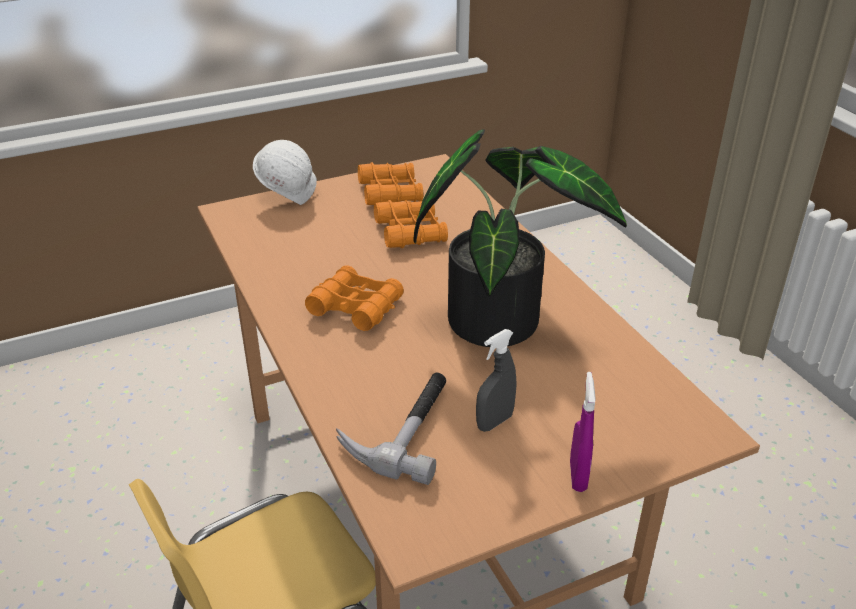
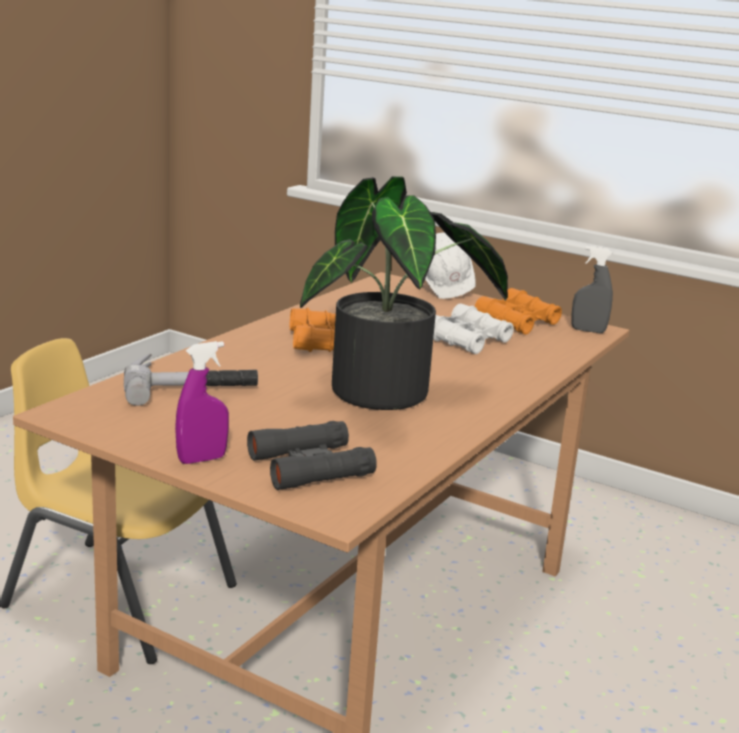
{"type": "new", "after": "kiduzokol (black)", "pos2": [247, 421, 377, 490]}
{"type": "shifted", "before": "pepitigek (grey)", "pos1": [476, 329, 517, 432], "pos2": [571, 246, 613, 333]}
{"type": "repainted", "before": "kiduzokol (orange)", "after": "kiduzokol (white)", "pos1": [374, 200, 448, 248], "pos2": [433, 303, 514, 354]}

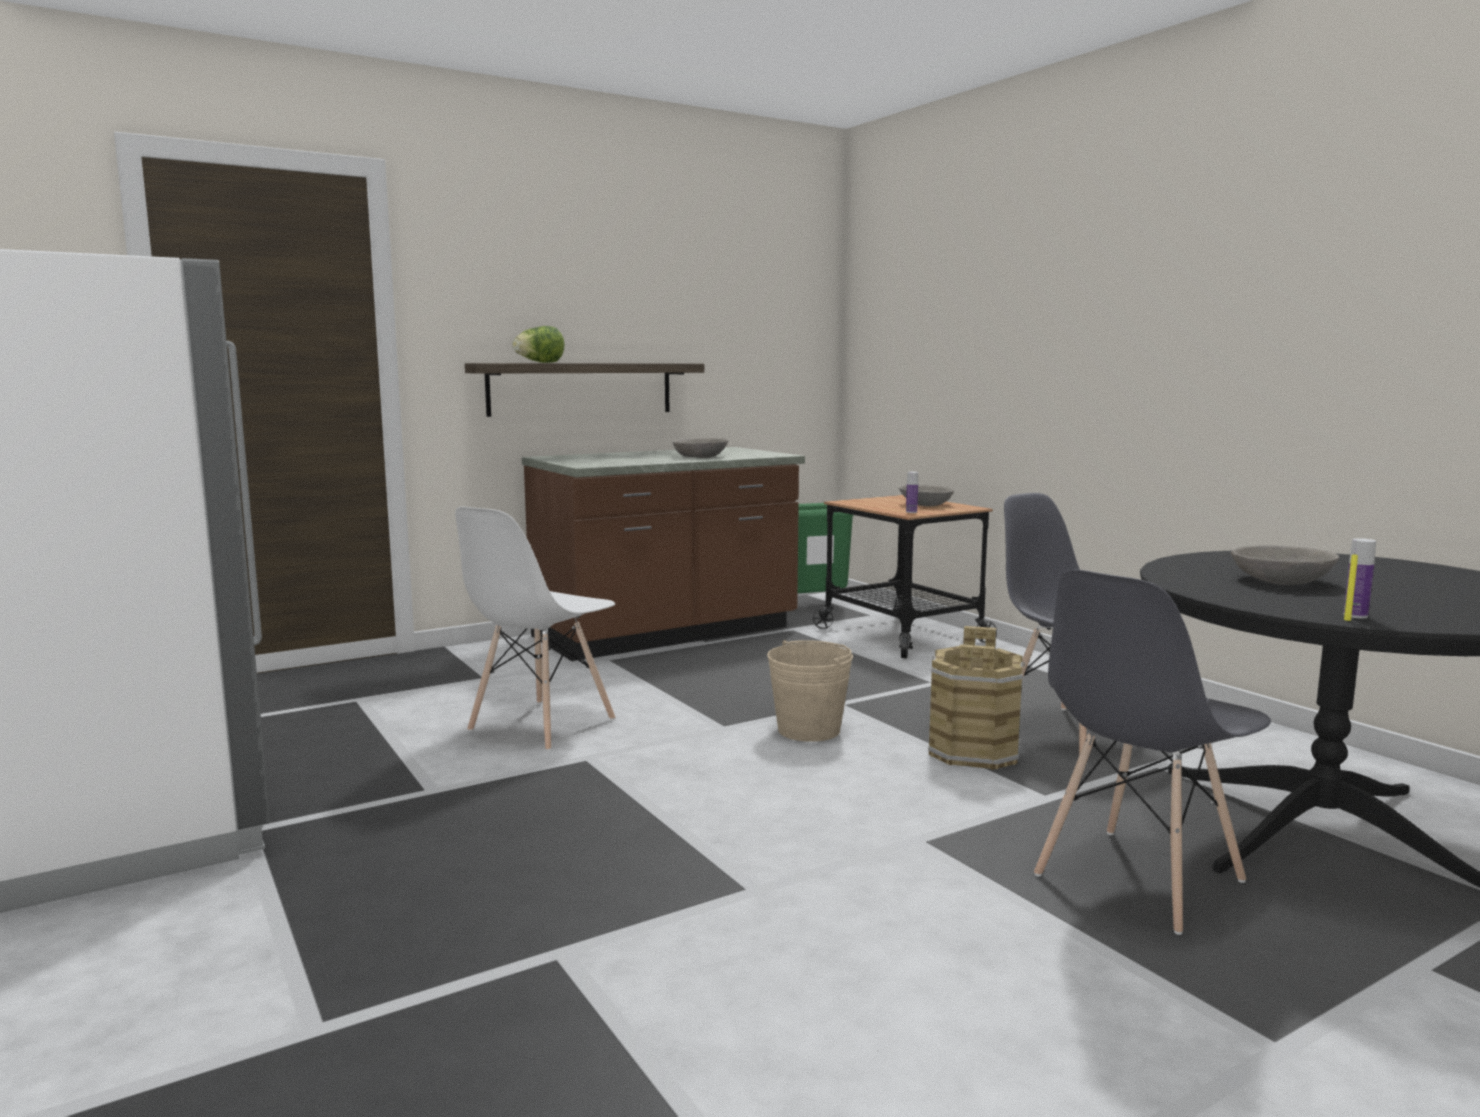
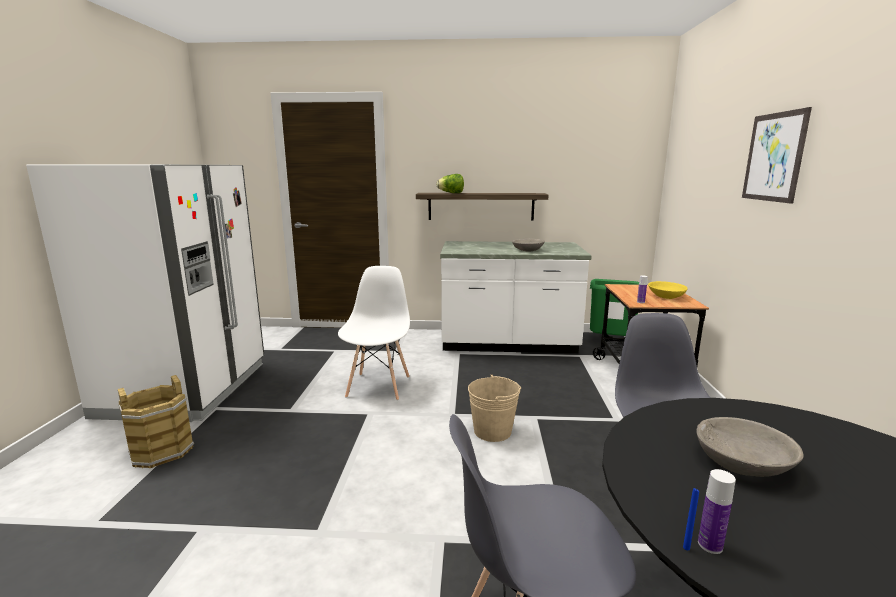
{"type": "new", "after": "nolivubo", "pos2": [742, 107, 812, 204]}
{"type": "shifted", "before": "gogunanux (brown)", "pos1": [928, 626, 1025, 770], "pos2": [118, 375, 194, 468]}
{"type": "repainted", "before": "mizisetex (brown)", "after": "mizisetex (white)", "pos1": [522, 447, 805, 661], "pos2": [440, 241, 592, 353]}
{"type": "repainted", "before": "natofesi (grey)", "after": "natofesi (yellow)", "pos1": [899, 485, 954, 506], "pos2": [648, 281, 688, 299]}
{"type": "repainted", "before": "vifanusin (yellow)", "after": "vifanusin (blue)", "pos1": [1344, 554, 1358, 621], "pos2": [683, 488, 699, 550]}
{"type": "rotated", "before": "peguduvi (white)", "pos1": [455, 507, 615, 751], "pos2": [338, 266, 410, 401], "turn": 120}

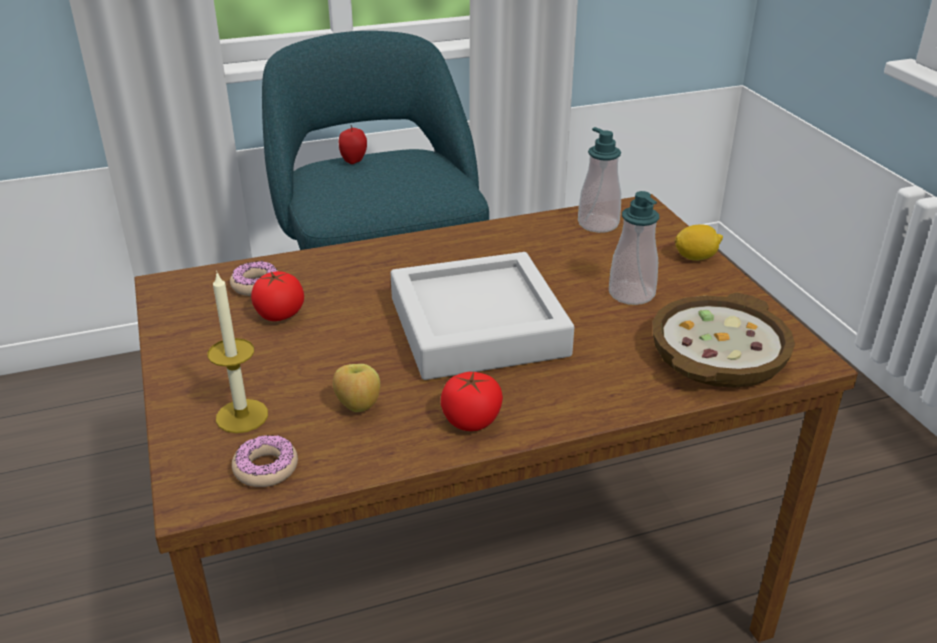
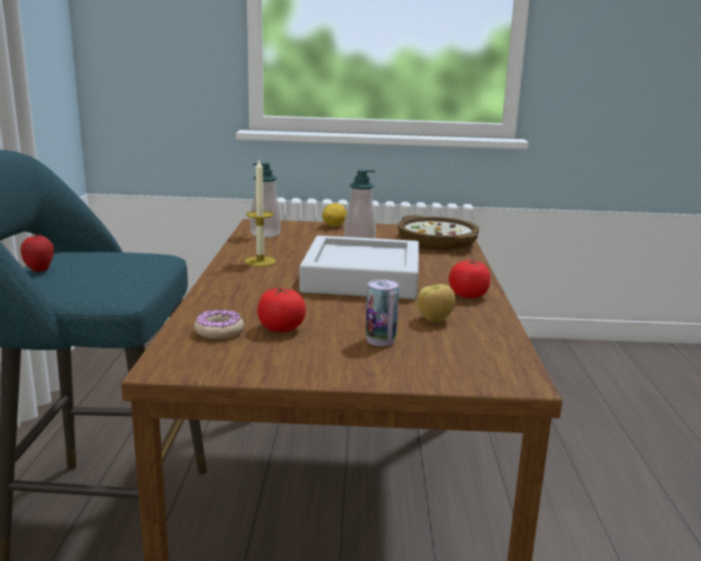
{"type": "gone", "before": "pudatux", "pos1": [232, 435, 298, 487]}
{"type": "new", "after": "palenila", "pos2": [365, 279, 399, 346]}
{"type": "shifted", "before": "vifanusin", "pos1": [207, 271, 268, 433], "pos2": [245, 160, 276, 267]}

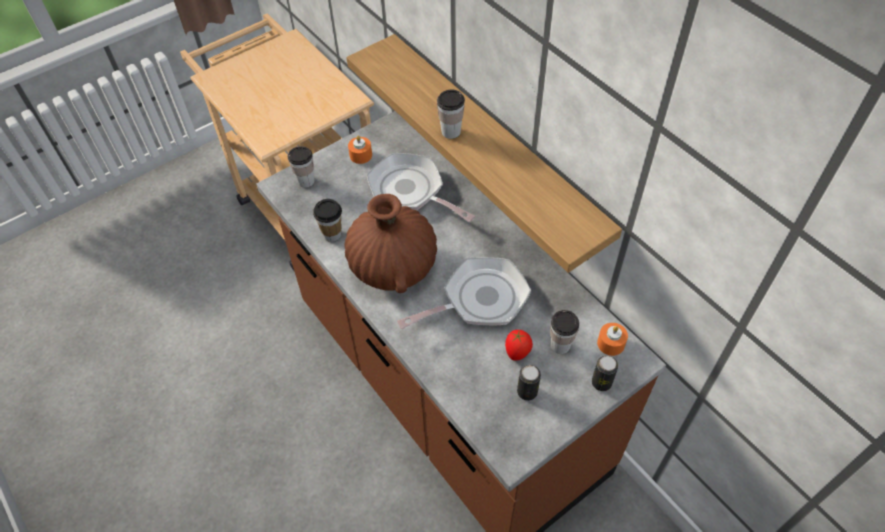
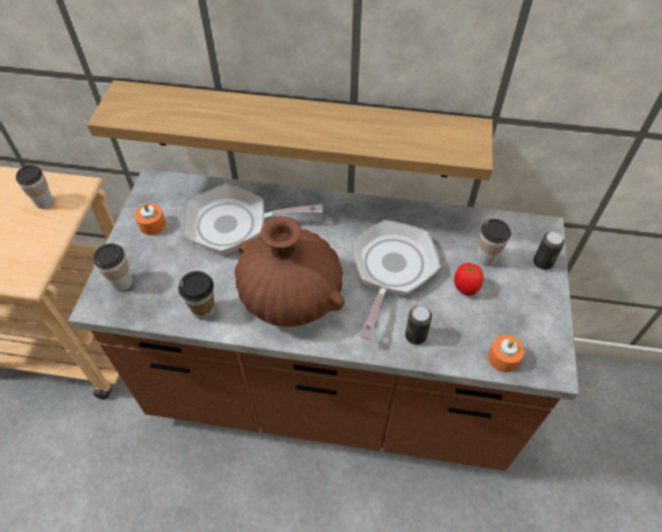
{"type": "shifted", "before": "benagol", "pos1": [437, 90, 465, 139], "pos2": [16, 165, 53, 209]}
{"type": "shifted", "before": "palenila", "pos1": [517, 365, 541, 401], "pos2": [405, 306, 432, 345]}
{"type": "shifted", "before": "vifanusin (orange)", "pos1": [597, 323, 628, 356], "pos2": [488, 335, 524, 372]}

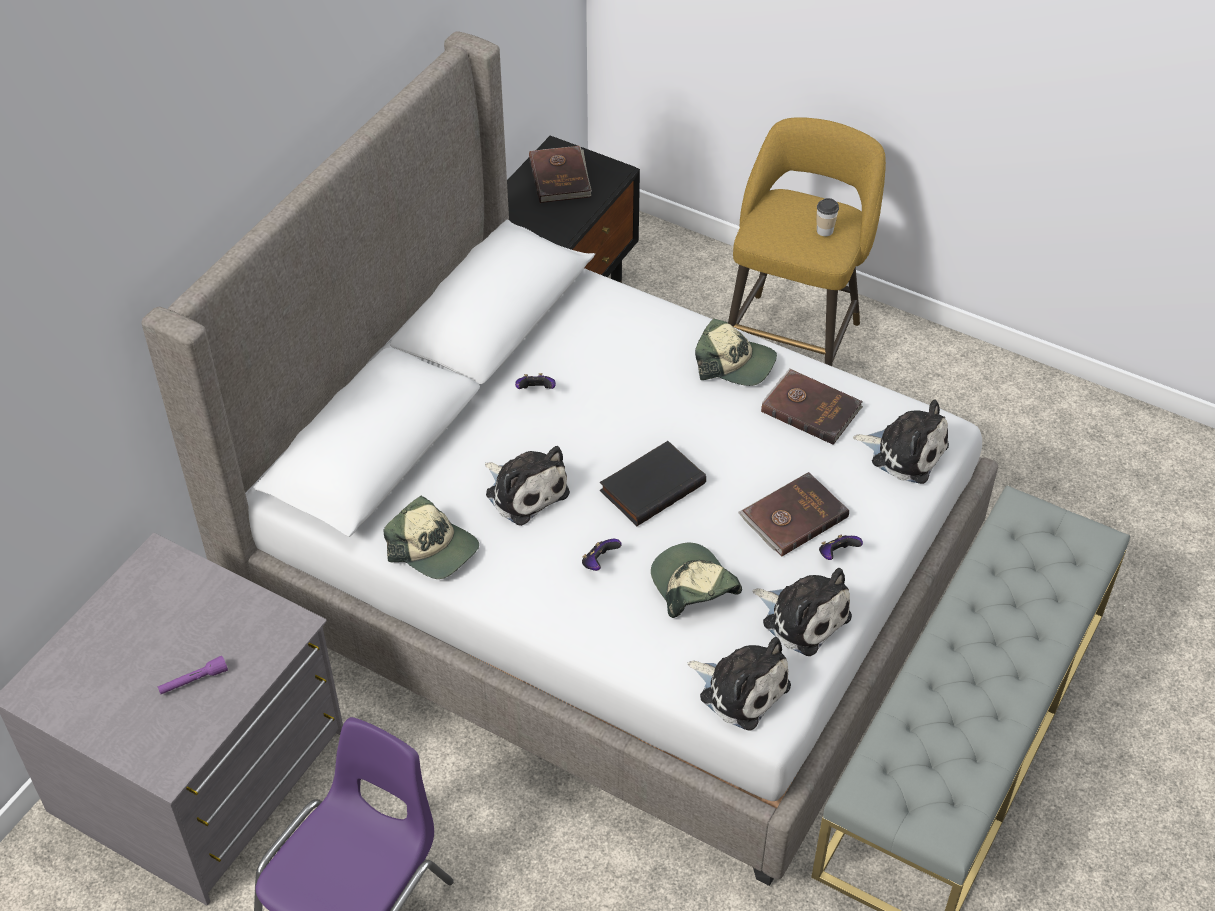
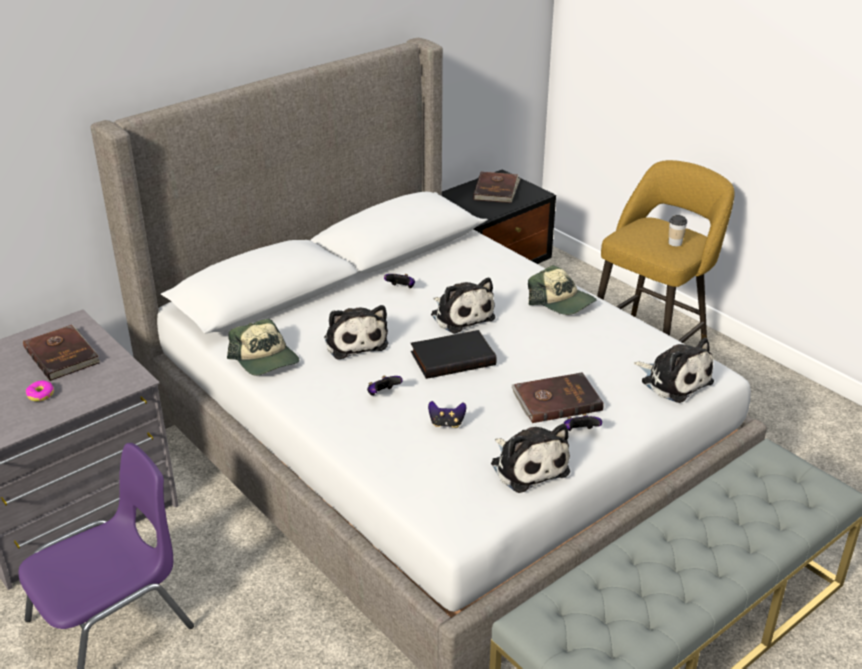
{"type": "shifted", "before": "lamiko", "pos1": [687, 637, 791, 731], "pos2": [431, 278, 495, 334]}
{"type": "shifted", "before": "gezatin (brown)", "pos1": [761, 368, 863, 445], "pos2": [23, 325, 100, 381]}
{"type": "swapped", "before": "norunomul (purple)", "after": "pudatux", "pos1": [158, 656, 228, 694], "pos2": [26, 381, 54, 401]}
{"type": "swapped", "before": "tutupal", "after": "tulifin", "pos1": [651, 543, 742, 618], "pos2": [428, 401, 466, 428]}

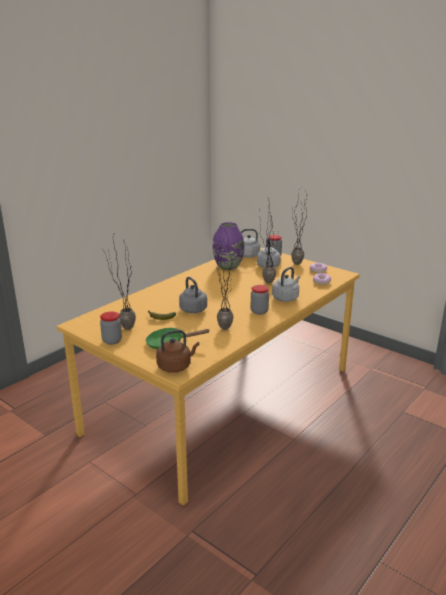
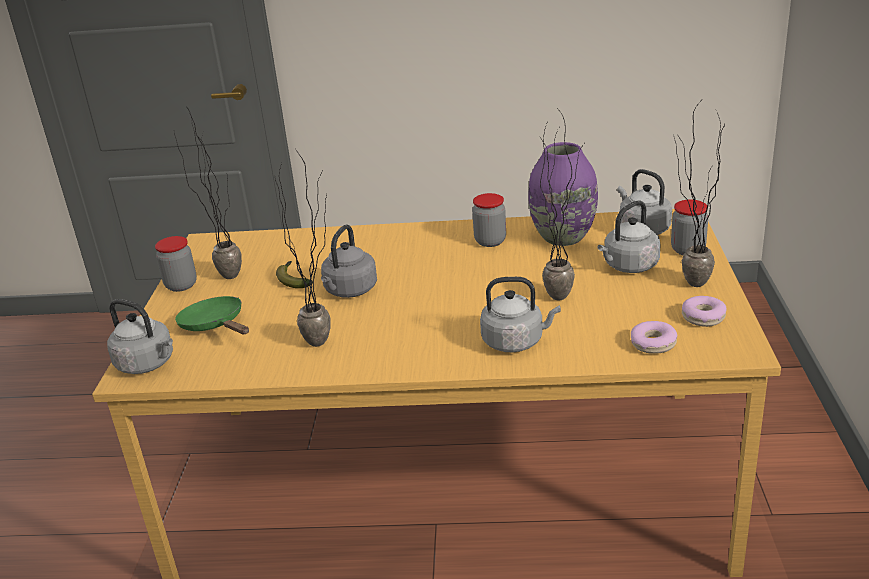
{"type": "shifted", "before": "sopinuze", "pos1": [251, 285, 269, 315], "pos2": [472, 193, 506, 247]}
{"type": "repainted", "before": "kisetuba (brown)", "after": "kisetuba (grey)", "pos1": [156, 330, 200, 373], "pos2": [107, 299, 173, 374]}

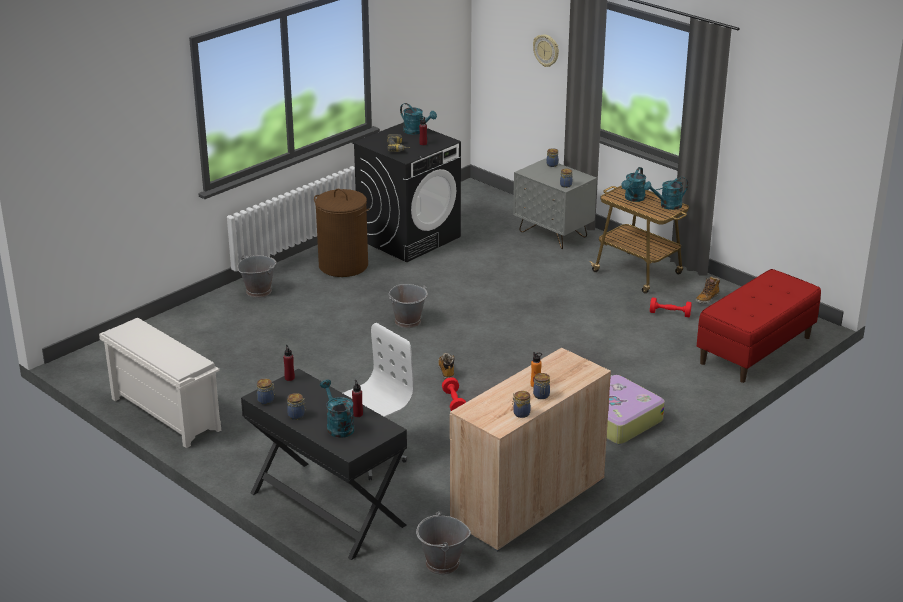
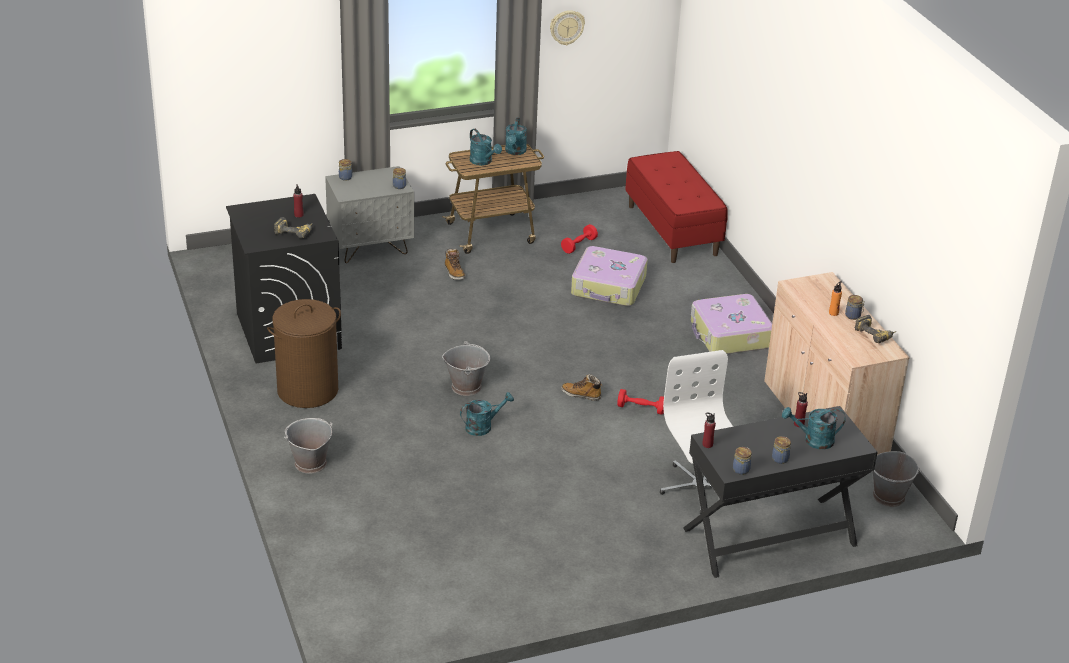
{"type": "gone", "before": "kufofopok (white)", "pos1": [99, 318, 221, 448]}
{"type": "new", "after": "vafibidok", "pos2": [571, 246, 648, 306]}
{"type": "shifted", "before": "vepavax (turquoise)", "pos1": [400, 103, 437, 135], "pos2": [460, 392, 514, 436]}
{"type": "shifted", "before": "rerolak", "pos1": [533, 34, 559, 67], "pos2": [550, 10, 585, 45]}
{"type": "shifted", "before": "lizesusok", "pos1": [696, 276, 720, 304], "pos2": [445, 249, 465, 280]}
{"type": "swapped", "before": "sopinuze", "after": "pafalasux", "pos1": [512, 391, 530, 418], "pos2": [855, 315, 897, 343]}

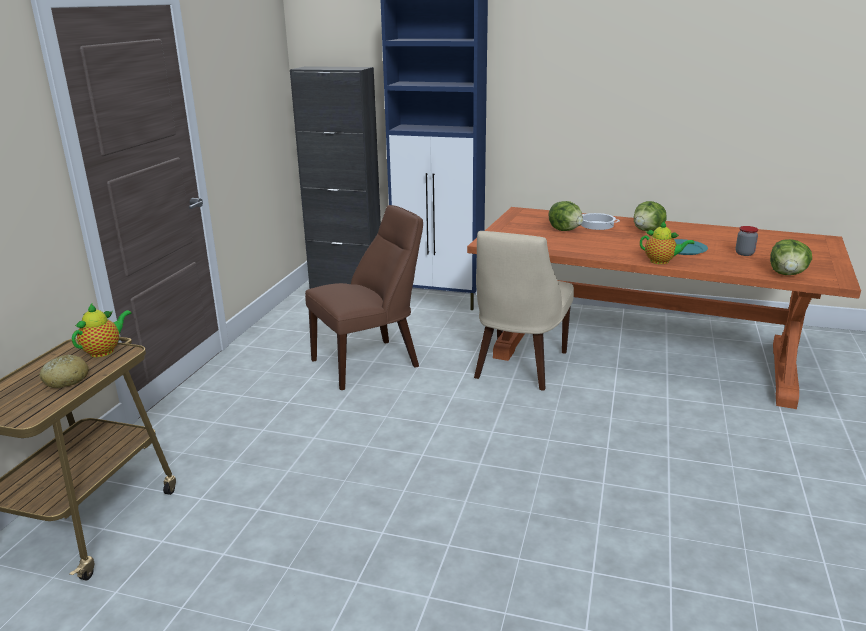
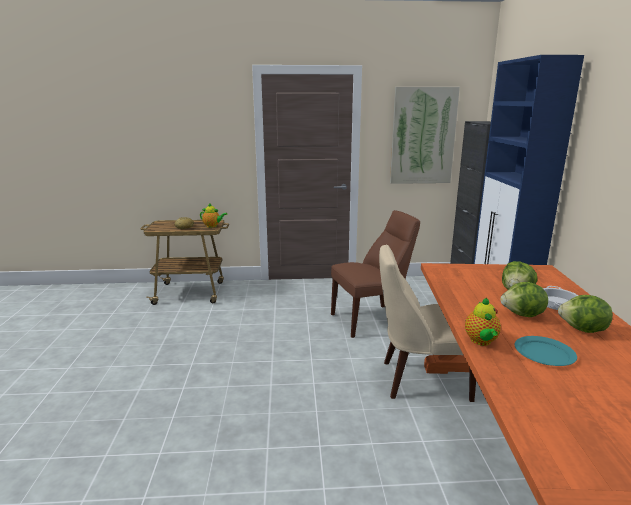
{"type": "gone", "before": "sopinuze", "pos1": [735, 226, 758, 256]}
{"type": "new", "after": "nolivubo", "pos2": [390, 87, 460, 184]}
{"type": "shifted", "before": "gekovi", "pos1": [770, 239, 812, 275], "pos2": [500, 282, 548, 317]}
{"type": "rotated", "before": "peguduvi (brown)", "pos1": [305, 205, 423, 390], "pos2": [331, 210, 420, 338], "turn": -60}

